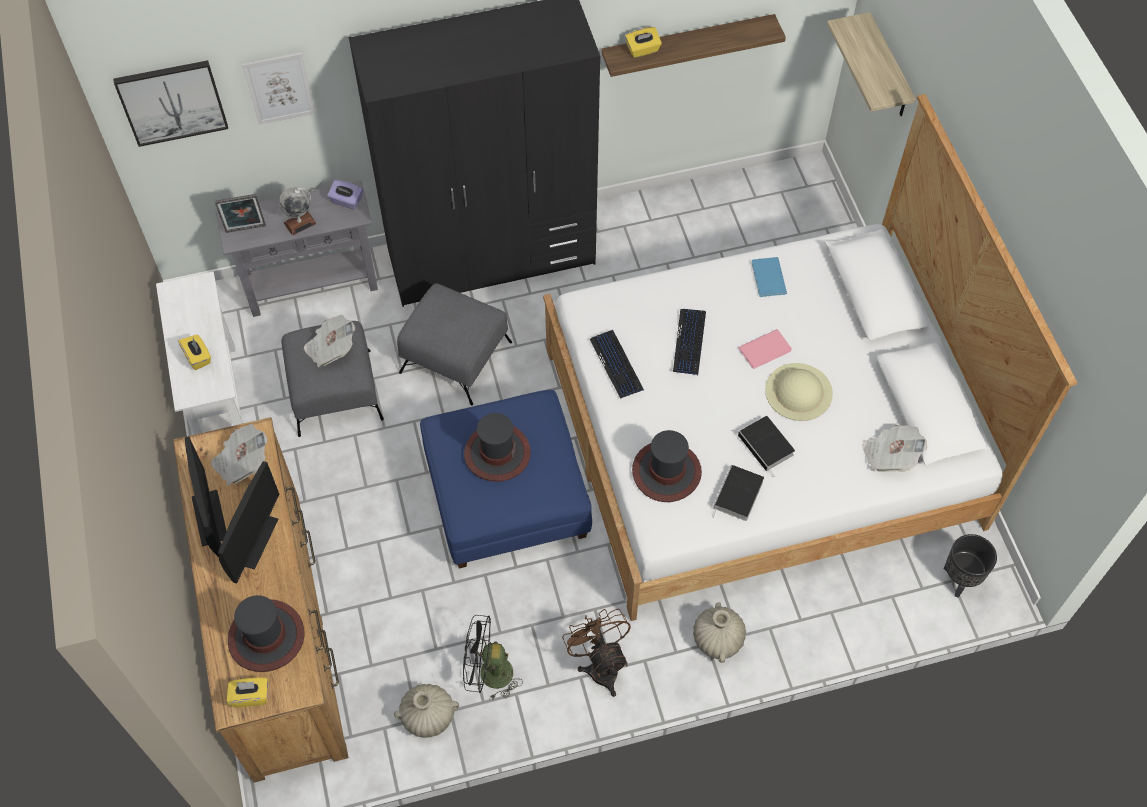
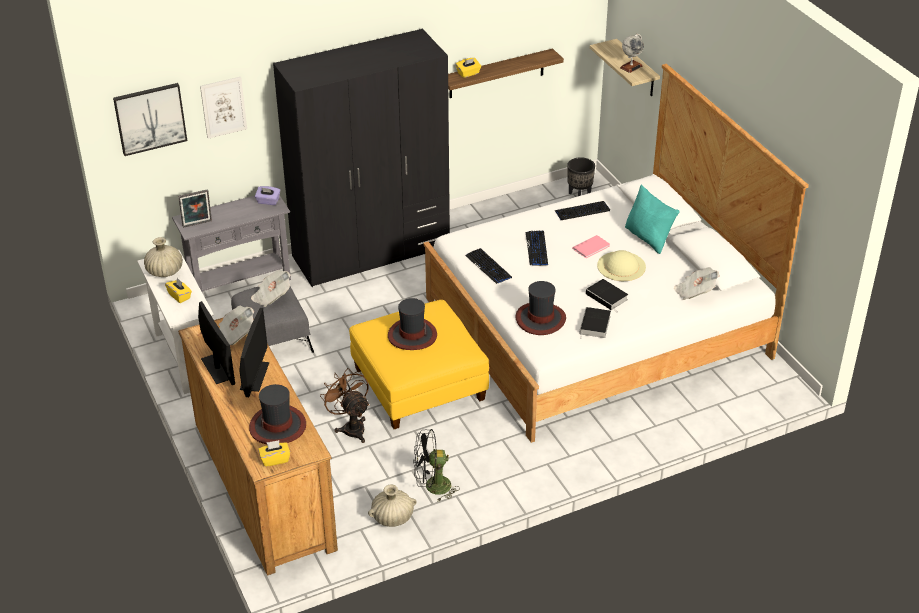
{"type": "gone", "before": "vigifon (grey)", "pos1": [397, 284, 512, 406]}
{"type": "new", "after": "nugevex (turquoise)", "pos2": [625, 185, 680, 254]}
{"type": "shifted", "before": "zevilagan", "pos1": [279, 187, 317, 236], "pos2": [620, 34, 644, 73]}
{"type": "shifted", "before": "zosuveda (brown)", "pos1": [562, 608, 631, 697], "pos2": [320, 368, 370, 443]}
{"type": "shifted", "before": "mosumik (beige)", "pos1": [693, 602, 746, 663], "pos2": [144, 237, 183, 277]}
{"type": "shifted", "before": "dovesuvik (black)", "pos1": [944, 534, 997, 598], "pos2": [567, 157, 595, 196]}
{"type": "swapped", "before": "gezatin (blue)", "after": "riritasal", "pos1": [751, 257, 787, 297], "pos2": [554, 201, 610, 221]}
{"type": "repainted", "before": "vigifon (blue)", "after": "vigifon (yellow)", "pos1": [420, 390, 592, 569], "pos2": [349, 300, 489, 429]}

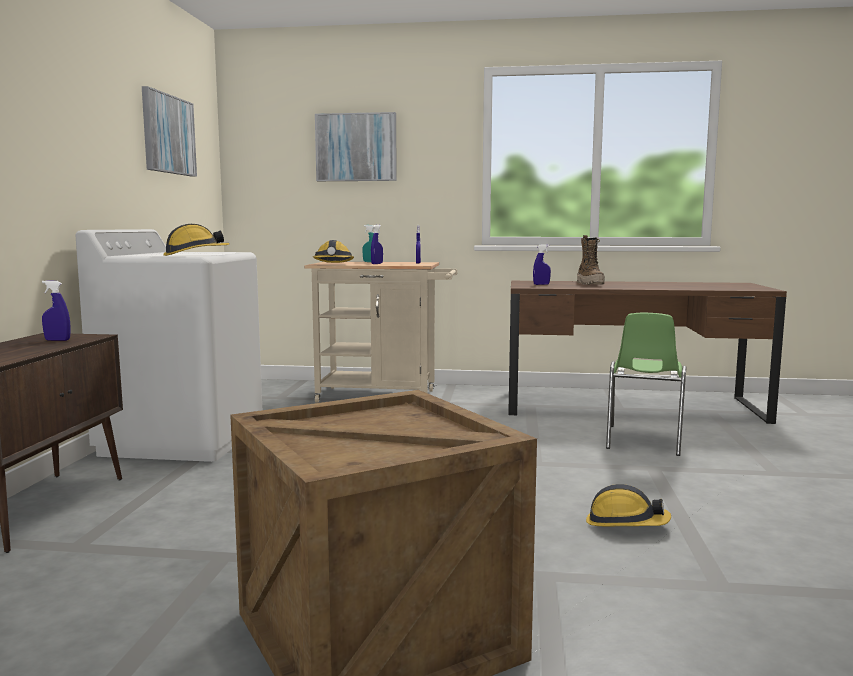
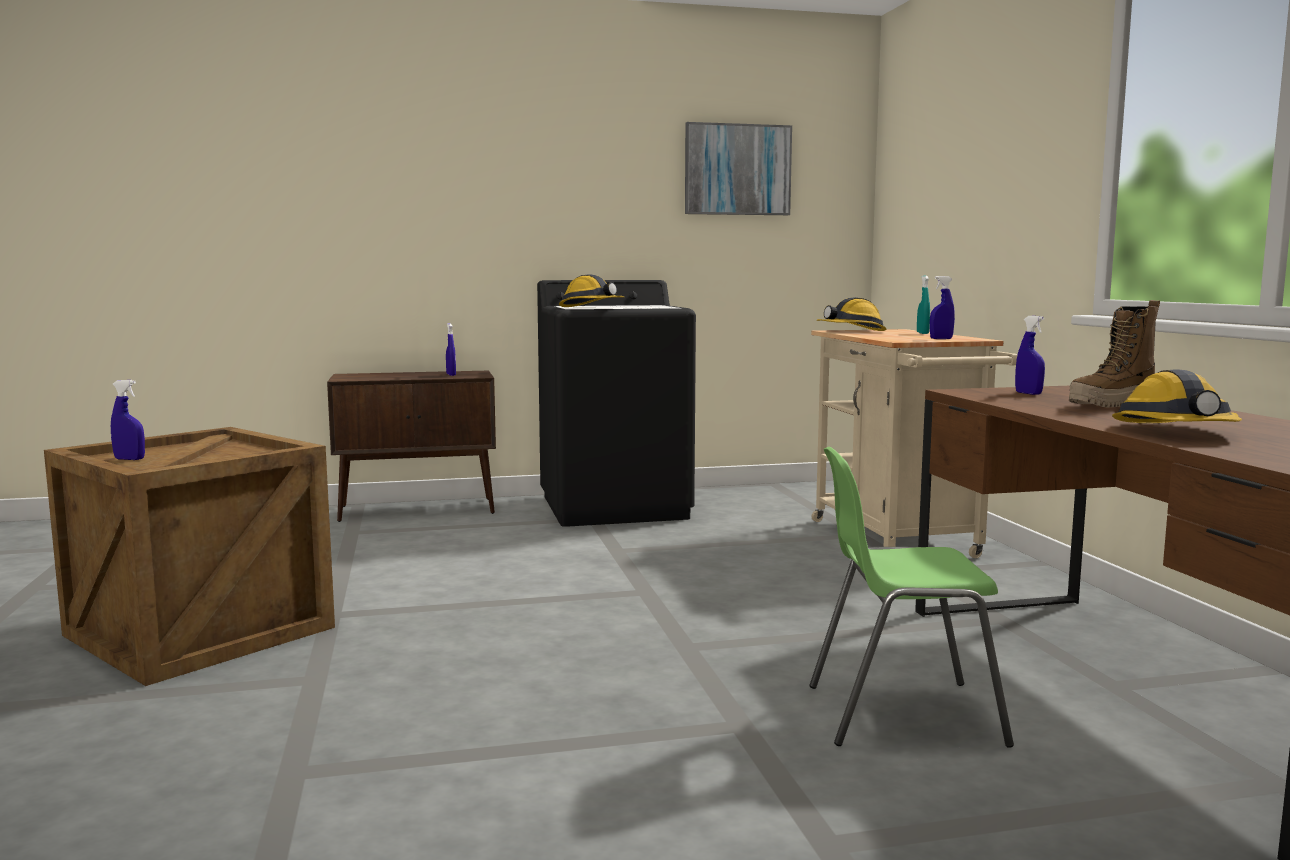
{"type": "gone", "before": "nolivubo", "pos1": [315, 112, 397, 181]}
{"type": "shifted", "before": "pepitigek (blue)", "pos1": [371, 225, 383, 264], "pos2": [111, 380, 145, 460]}
{"type": "shifted", "before": "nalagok", "pos1": [586, 484, 671, 526], "pos2": [1112, 370, 1242, 423]}
{"type": "repainted", "before": "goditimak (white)", "after": "goditimak (black)", "pos1": [75, 229, 262, 462], "pos2": [537, 280, 696, 527]}

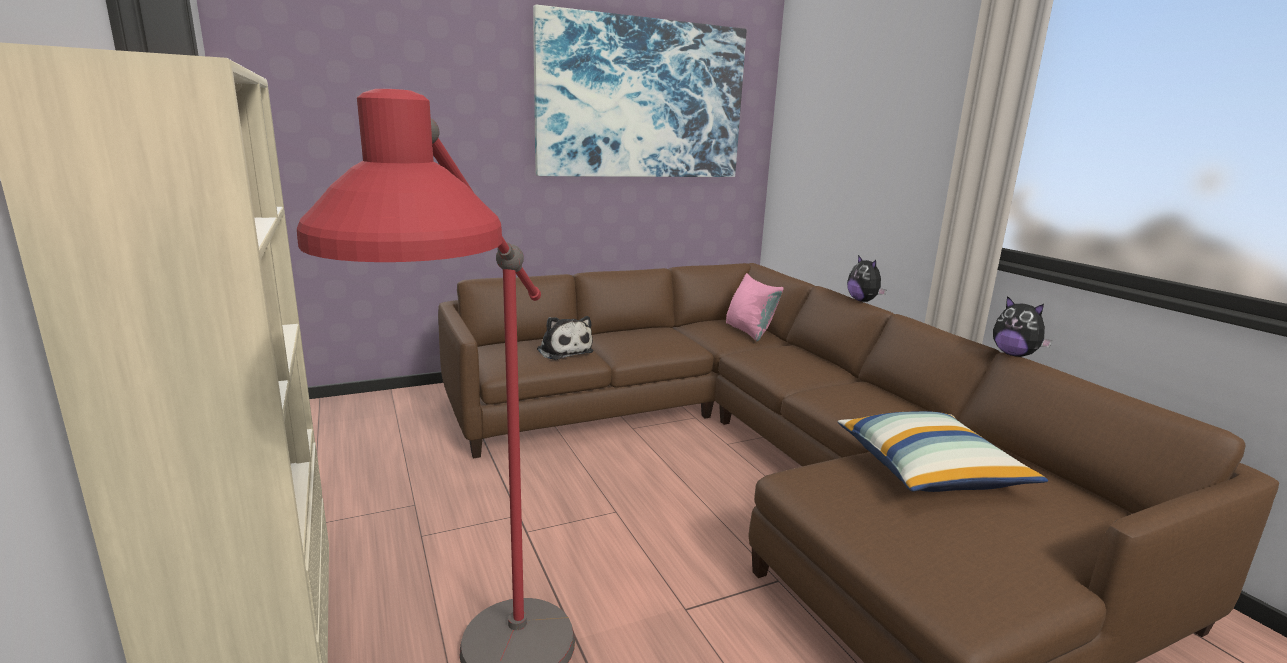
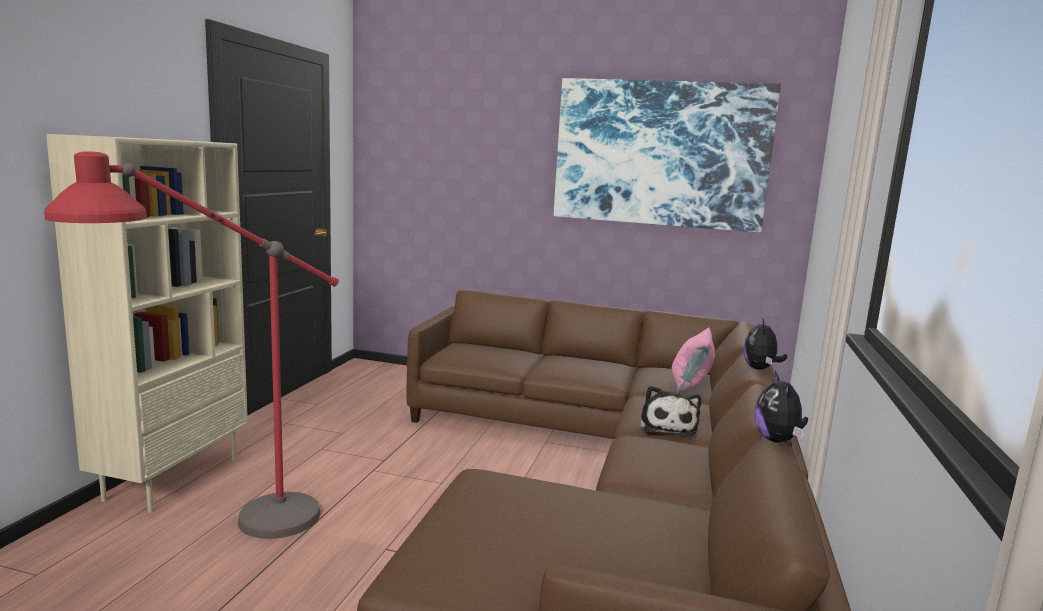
{"type": "gone", "before": "nugevex", "pos1": [838, 411, 1048, 492]}
{"type": "shifted", "before": "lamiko", "pos1": [537, 316, 594, 360], "pos2": [641, 386, 701, 435]}

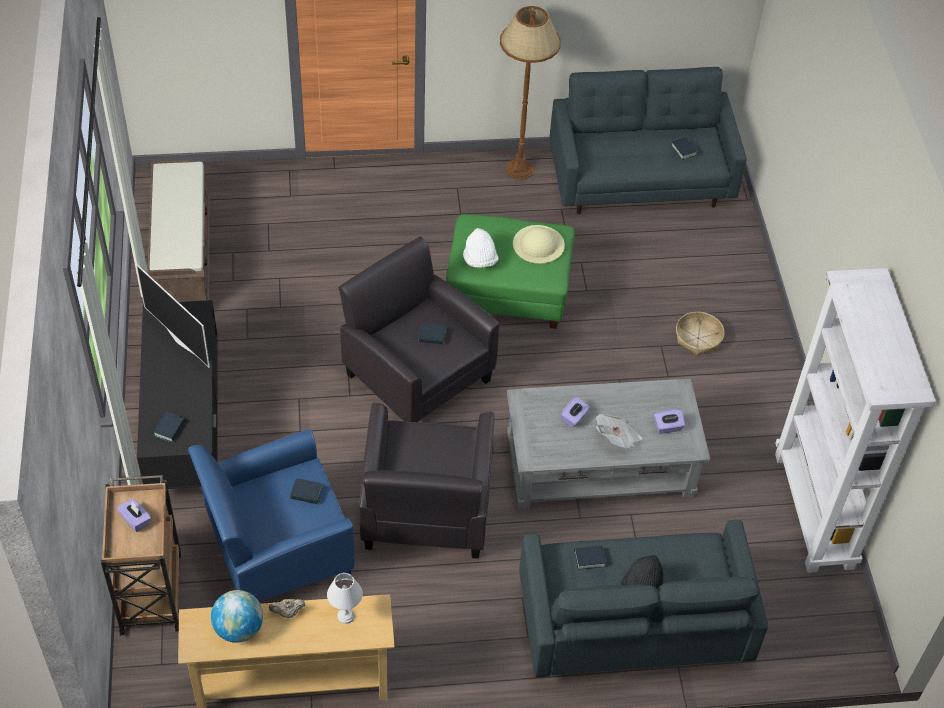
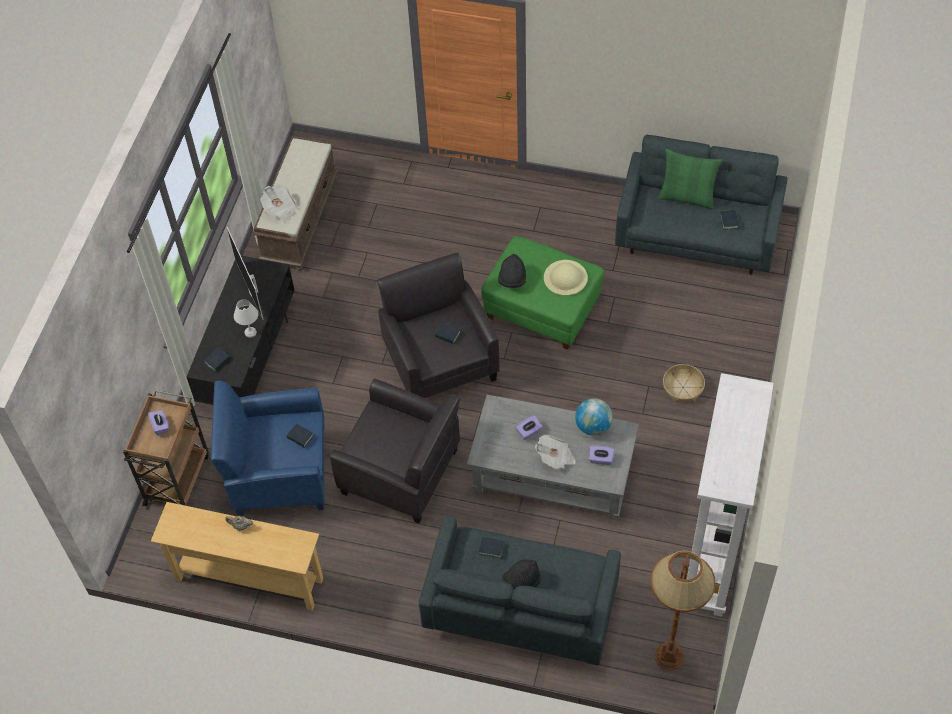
{"type": "new", "after": "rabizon", "pos2": [260, 185, 298, 223]}
{"type": "new", "after": "nugevex (green)", "pos2": [658, 149, 723, 209]}
{"type": "shifted", "before": "zevilagan", "pos1": [211, 590, 263, 643], "pos2": [575, 398, 612, 436]}
{"type": "shifted", "before": "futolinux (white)", "pos1": [327, 573, 363, 624], "pos2": [234, 299, 258, 338]}
{"type": "shifted", "before": "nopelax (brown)", "pos1": [500, 6, 561, 180], "pos2": [650, 551, 715, 670]}
{"type": "repainted", "before": "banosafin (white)", "after": "banosafin (black)", "pos1": [463, 228, 499, 268], "pos2": [498, 254, 526, 288]}
{"type": "rotated", "before": "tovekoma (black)", "pos1": [359, 402, 494, 559], "pos2": [330, 379, 460, 524], "turn": -90}

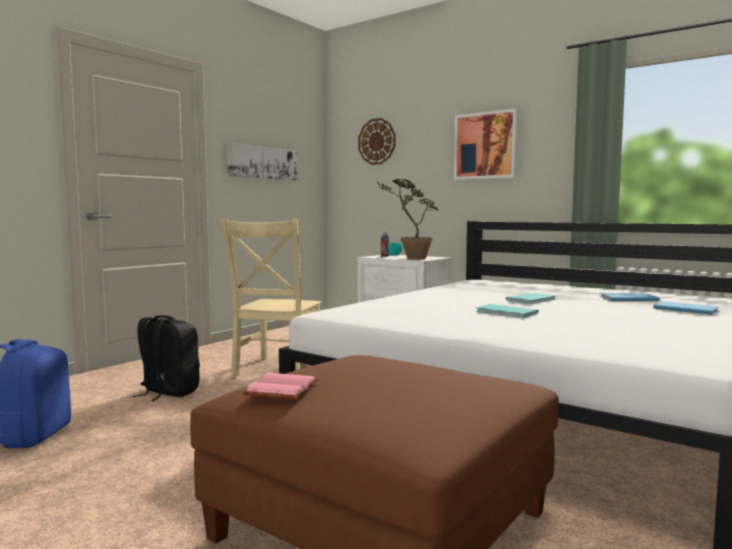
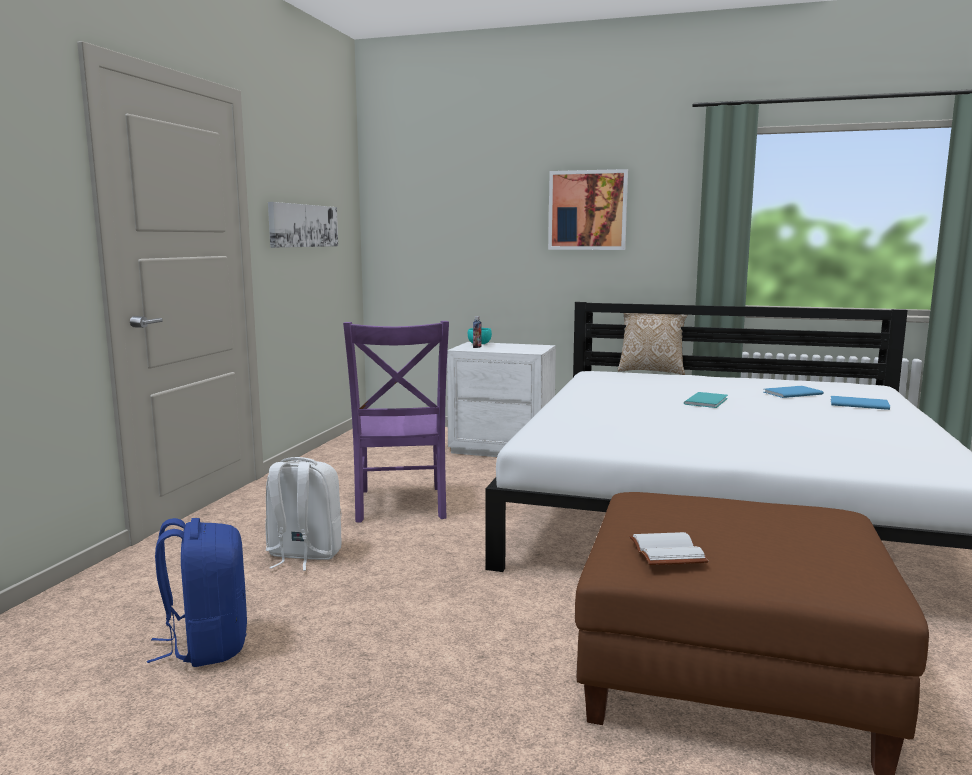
{"type": "gone", "before": "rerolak", "pos1": [358, 118, 395, 165]}
{"type": "gone", "before": "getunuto", "pos1": [377, 179, 439, 259]}
{"type": "gone", "before": "gezatin (turquoise)", "pos1": [475, 304, 539, 318]}
{"type": "new", "after": "nugevex", "pos2": [618, 313, 687, 375]}
{"type": "repainted", "before": "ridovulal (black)", "after": "ridovulal (white)", "pos1": [133, 315, 200, 401], "pos2": [265, 457, 342, 571]}
{"type": "repainted", "before": "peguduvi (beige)", "after": "peguduvi (purple)", "pos1": [221, 219, 321, 377], "pos2": [343, 321, 449, 523]}
{"type": "repainted", "before": "gezatin (pink)", "after": "gezatin (white)", "pos1": [243, 373, 318, 400], "pos2": [629, 532, 708, 565]}

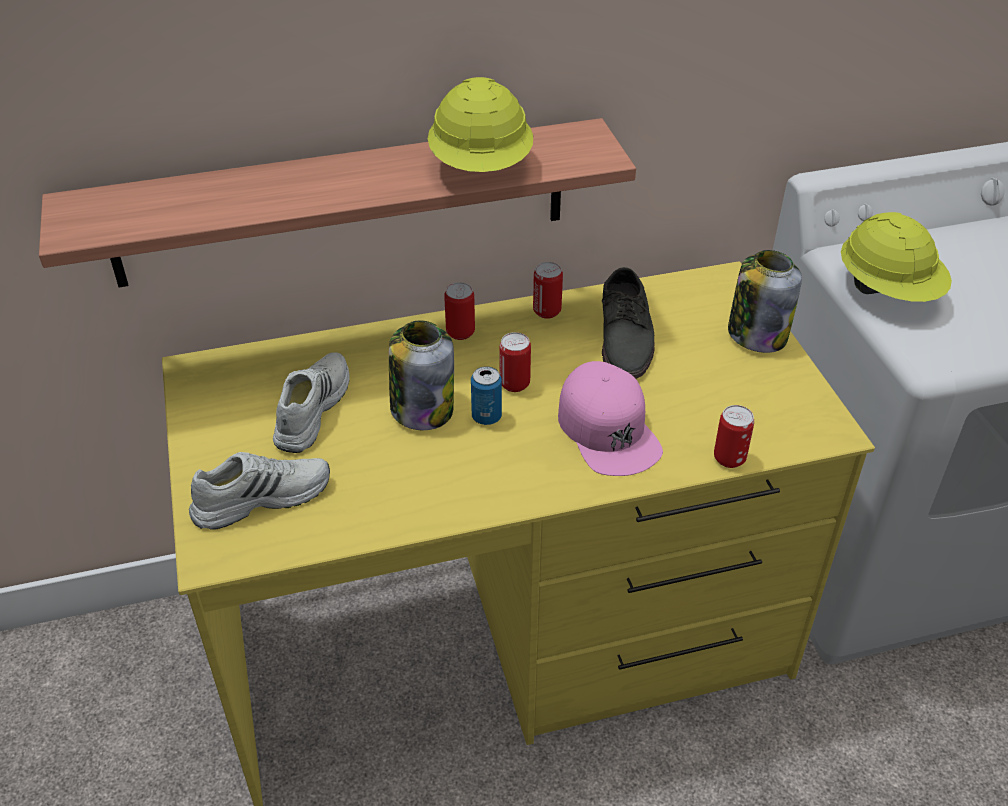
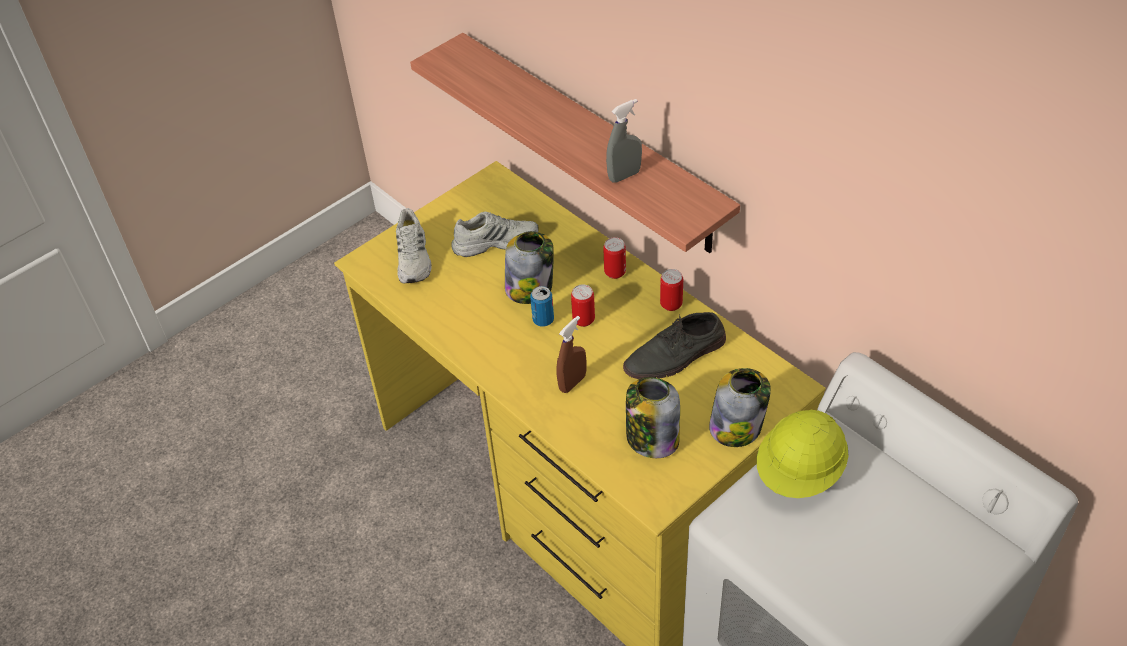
{"type": "gone", "before": "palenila", "pos1": [714, 405, 754, 468]}
{"type": "new", "after": "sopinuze", "pos2": [626, 377, 680, 458]}
{"type": "swapped", "before": "nalagok (yellow)", "after": "pepitigek (grey)", "pos1": [428, 77, 533, 172], "pos2": [606, 99, 642, 182]}
{"type": "swapped", "before": "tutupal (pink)", "after": "pepitigek (brown)", "pos1": [558, 361, 663, 476], "pos2": [556, 316, 586, 393]}
{"type": "rotated", "before": "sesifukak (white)", "pos1": [189, 452, 330, 530], "pos2": [396, 208, 432, 283], "turn": 45}

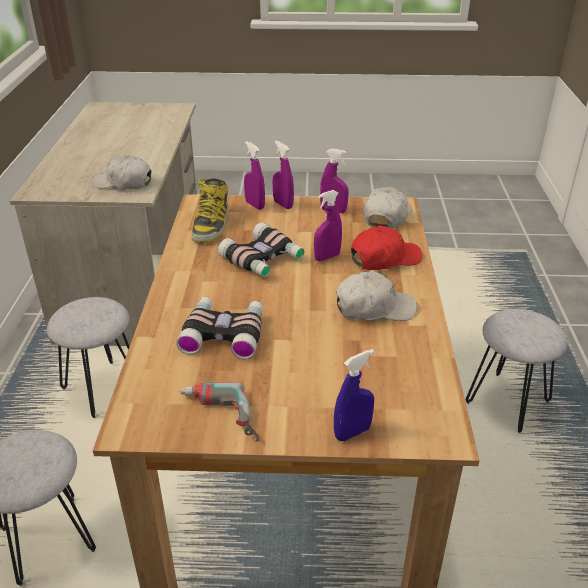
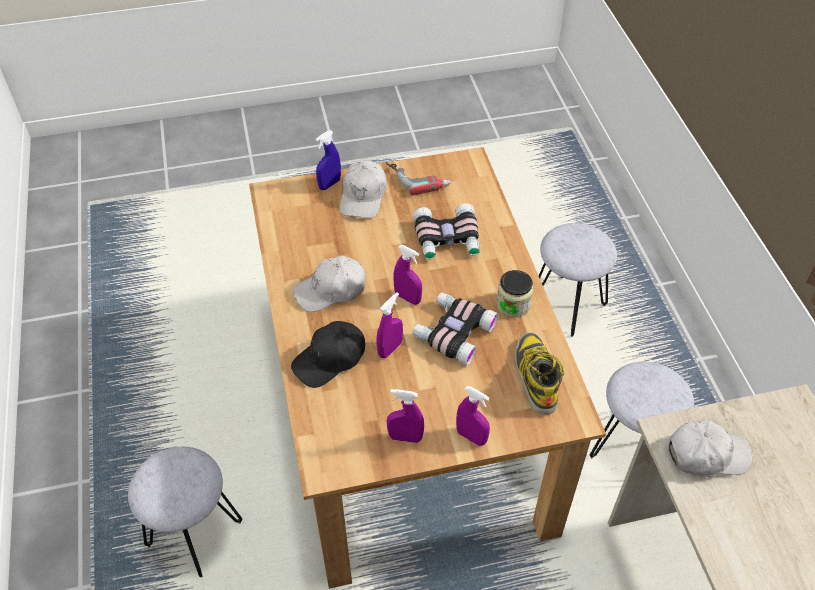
{"type": "new", "after": "sopinuze", "pos2": [496, 270, 533, 317]}
{"type": "shifted", "before": "pepitigek (purple)", "pos1": [244, 141, 265, 210], "pos2": [393, 245, 422, 305]}
{"type": "shifted", "before": "tutupal (white)", "pos1": [363, 187, 412, 228], "pos2": [340, 160, 387, 219]}
{"type": "repainted", "before": "tutupal (red)", "after": "tutupal (black)", "pos1": [351, 225, 422, 270], "pos2": [291, 321, 365, 388]}

